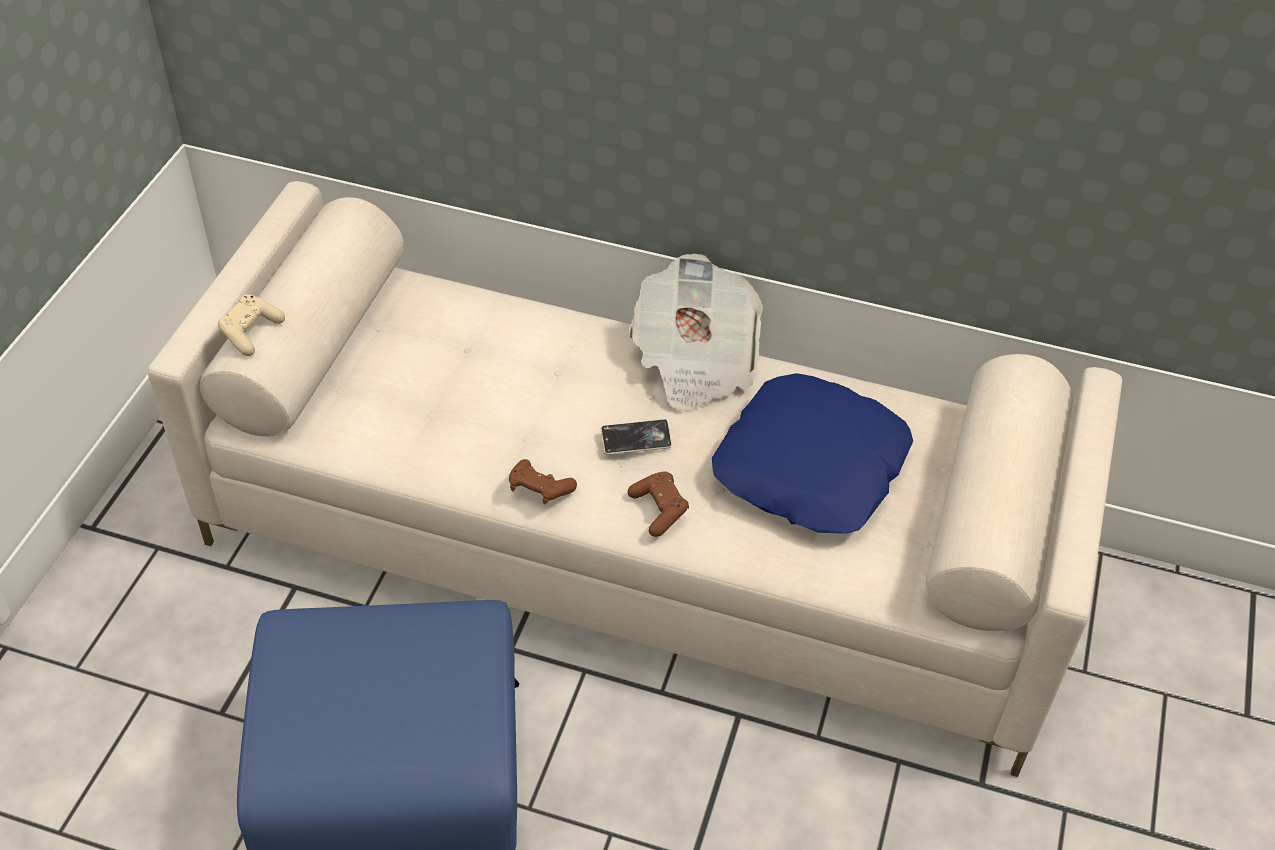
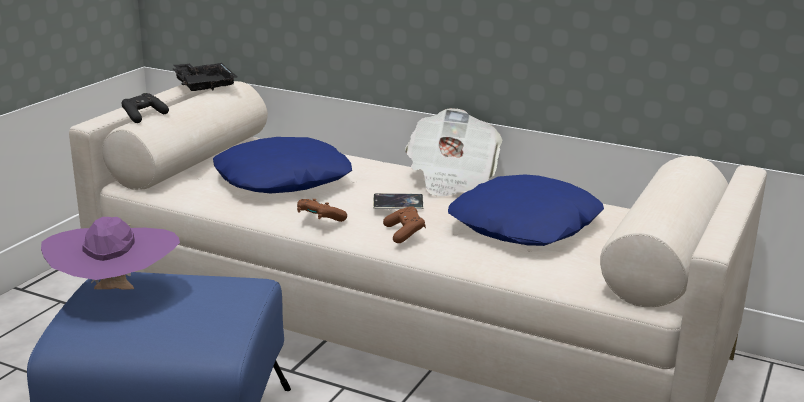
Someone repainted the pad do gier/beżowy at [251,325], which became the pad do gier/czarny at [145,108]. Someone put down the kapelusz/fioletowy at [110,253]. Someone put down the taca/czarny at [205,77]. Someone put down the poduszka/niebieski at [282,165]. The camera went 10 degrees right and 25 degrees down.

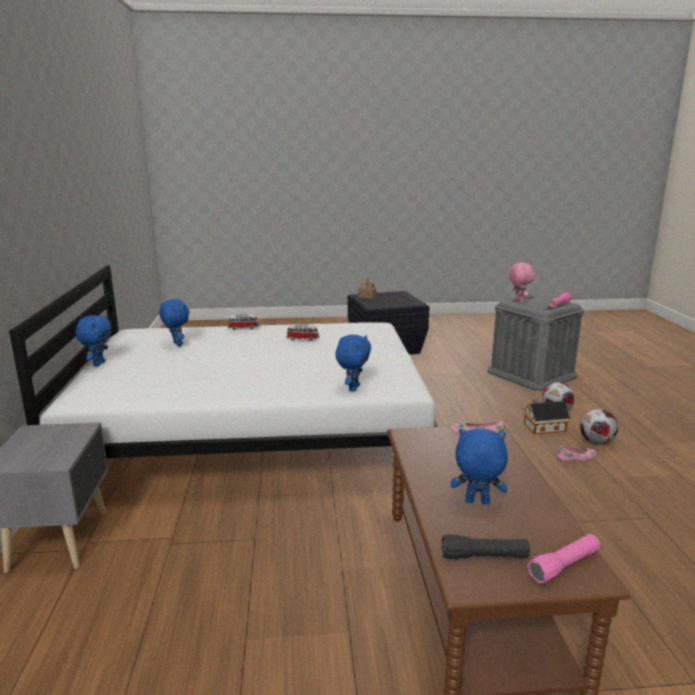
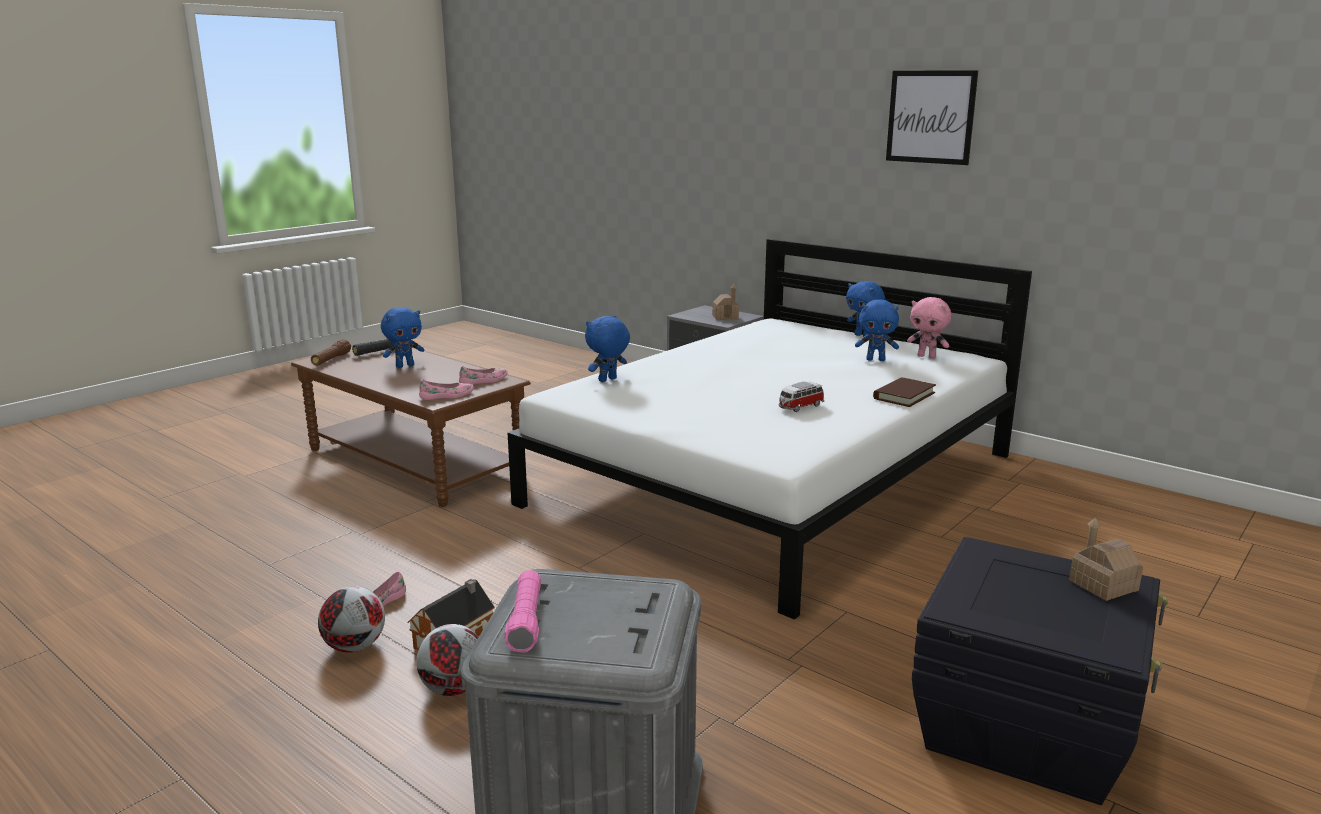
Someone swapped the samochodzik at [243,322] for the książka/brązowy at [904,392]. Someone rotated the pluszak/niebieski at [353,363] by 75 degrees clockwise. Someone carried the pluszak/różowy from [522,282] to [929,328]. Someone repainted the latarka/różowy at [563,558], which became the latarka/brązowy at [331,352]. Someone put down the but/różowy at [483,375]. Someone put down the domek at [725,302]. Someone put up the obraz at [932,117]. The camera went 135 degrees right and 0 degrees up.

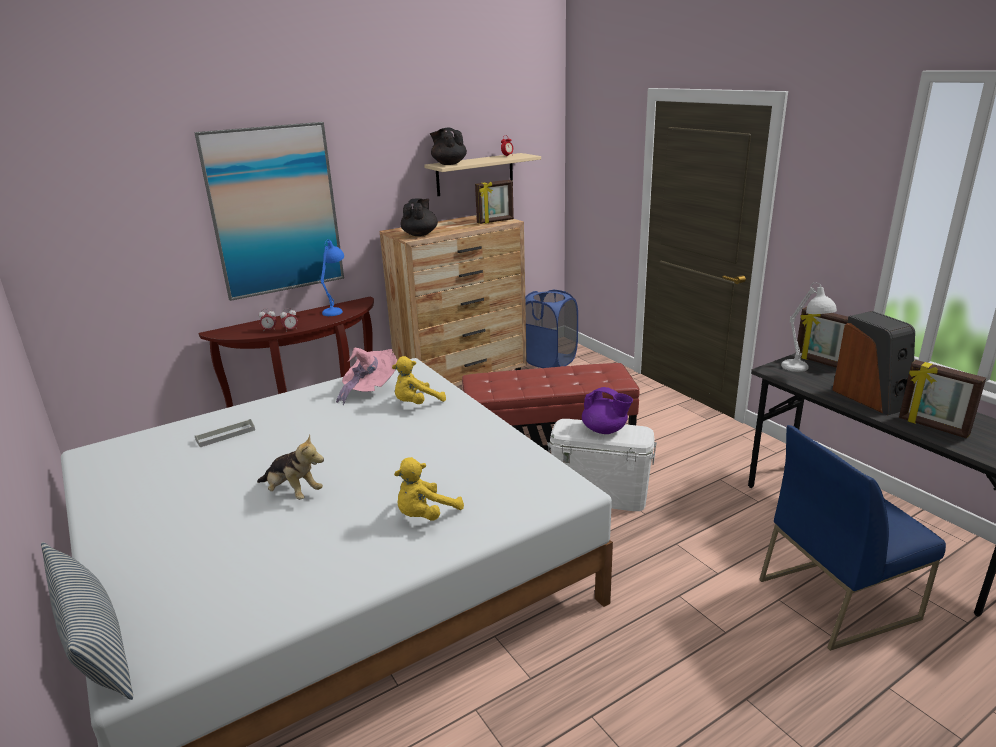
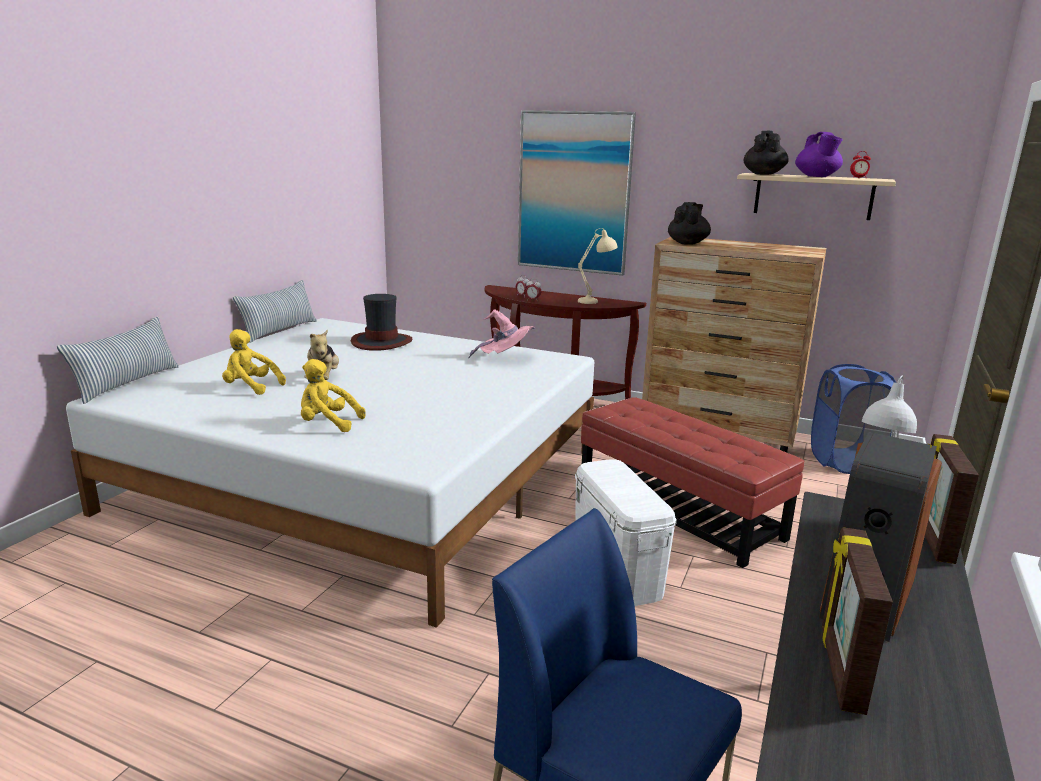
Someone swapped the taca/szary at [225,433] for the kapelusz at [381,322]. Someone repainted the lampa stołowa/niebieski at [332,277], which became the lampa stołowa/beżowy at [598,266]. Someone carried the pluszak/żółty from [419,380] to [254,362]. Someone rotated the imbryk/czarny at [419,217] by 45 degrees counterclockwise. Someone took away the ramka na zdjęcie at [494,202]. Someone carried the imbryk/fioletowy from [607,410] to [819,154]. Someone put down the poduszka at [275,311]. The camera went 55 degrees right and 5 degrees down.

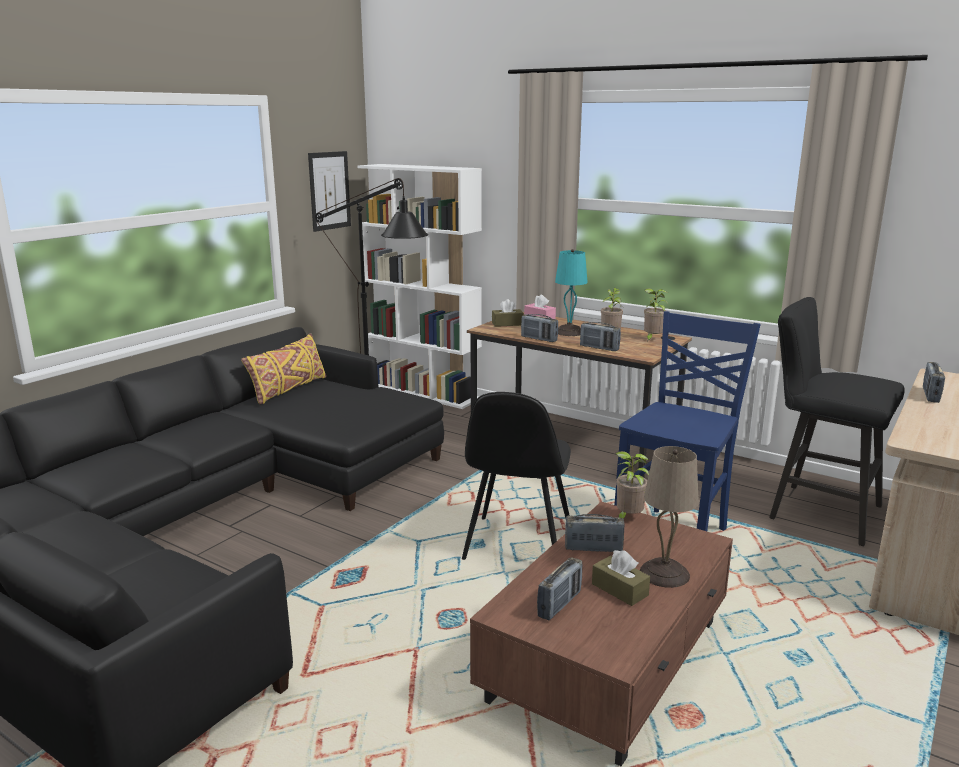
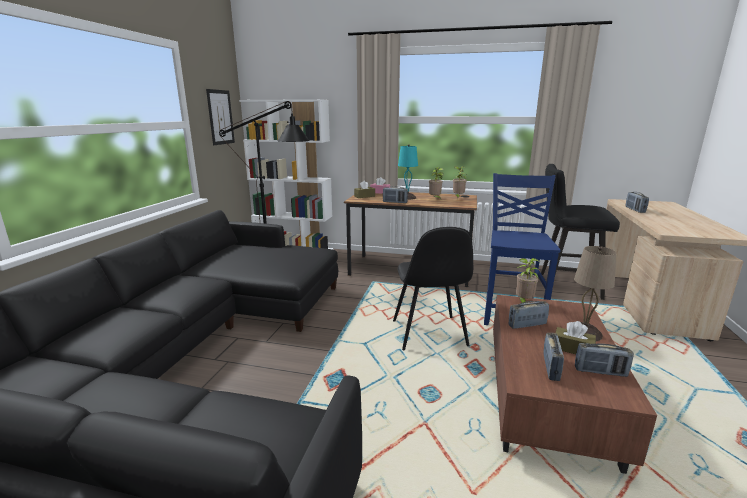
Someone took away the poduszka/żółty at [283,368]. Someone carried the radio from [600,336] to [604,360]. The camera went 20 degrees left and 0 degrees up.

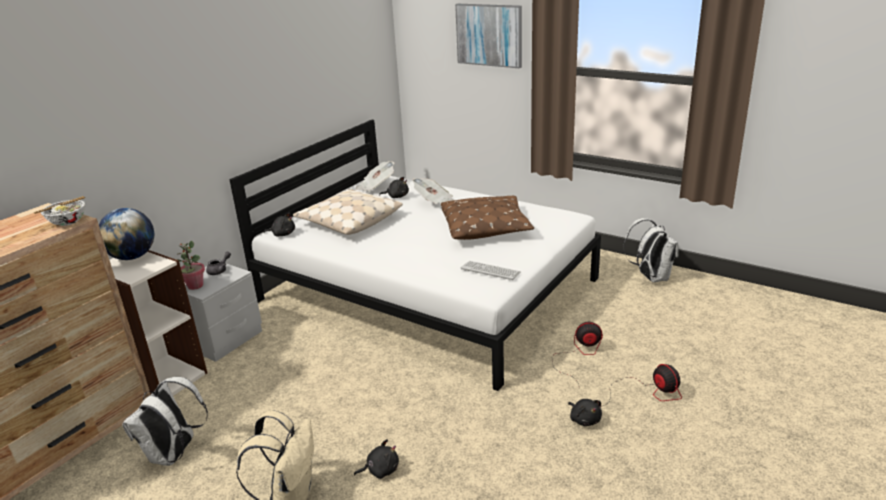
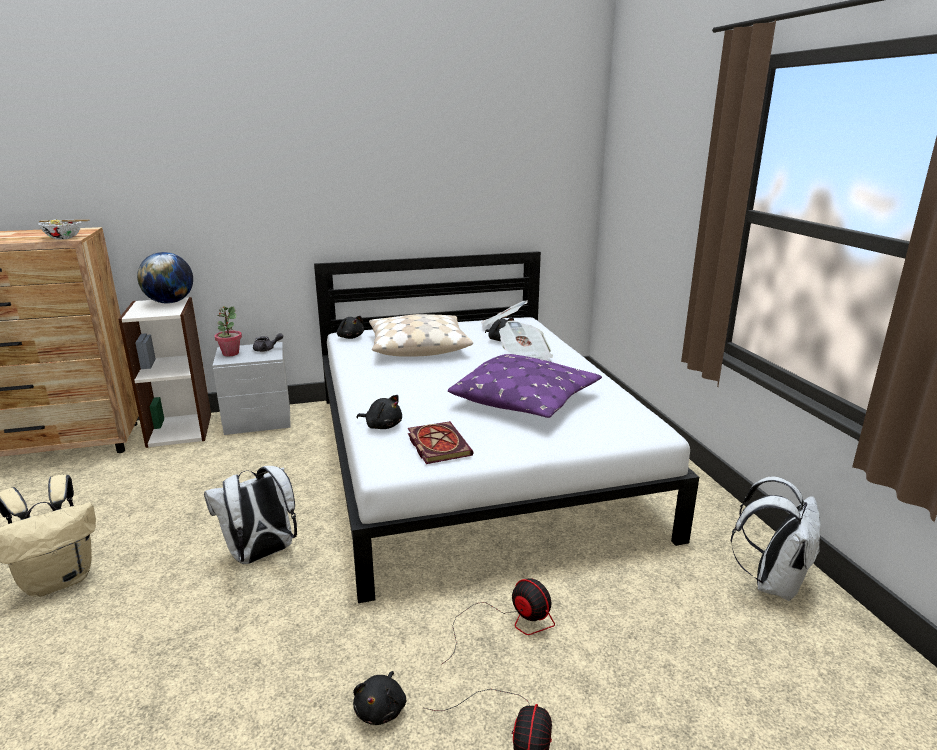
Someone carried the plecak/biały from [165,421] to [250,515]. Someone carried the pluszak/czarny from [376,459] to [379,412]. Someone repainted the poduszka/brązowy at [487,218], which became the poduszka/fioletowy at [525,386]. Someone took away the obraz at [488,36]. Someone swapped the klawiatura at [491,270] for the książka at [441,442]. The camera went 40 degrees right and 5 degrees down.

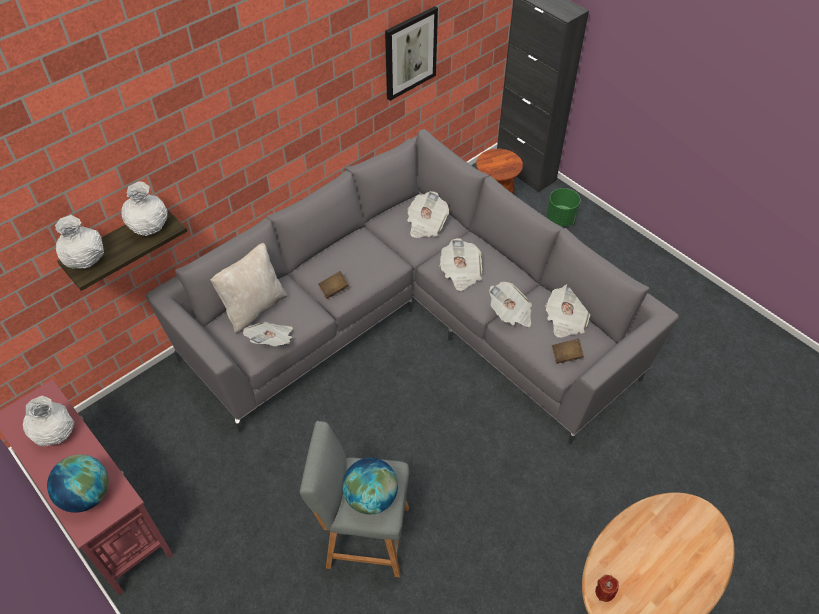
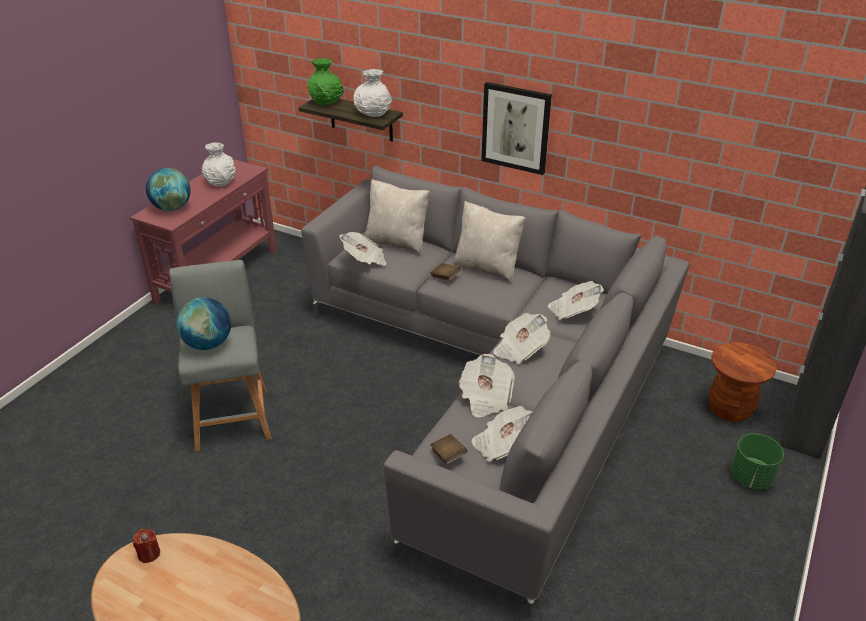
Someone repainted the wazon/biały at [79,242], which became the wazon/zielony at [326,82]. Someone carried the obraz from [411,53] to [516,128]. Someone put down the poduszka/beżowy at [489,242]. The camera went 70 degrees right and 15 degrees down.

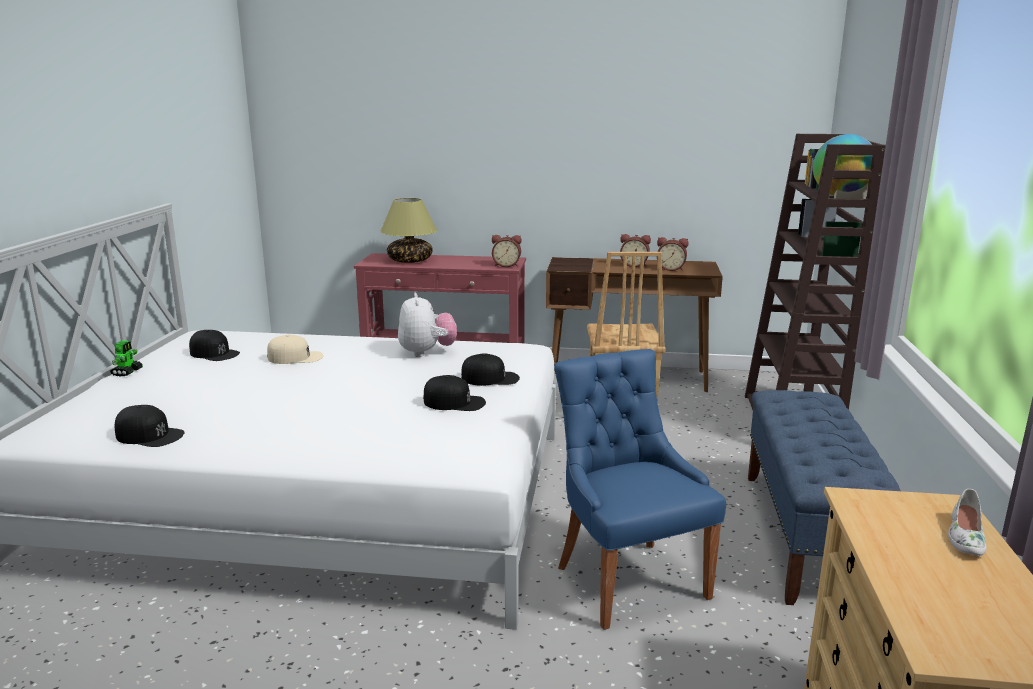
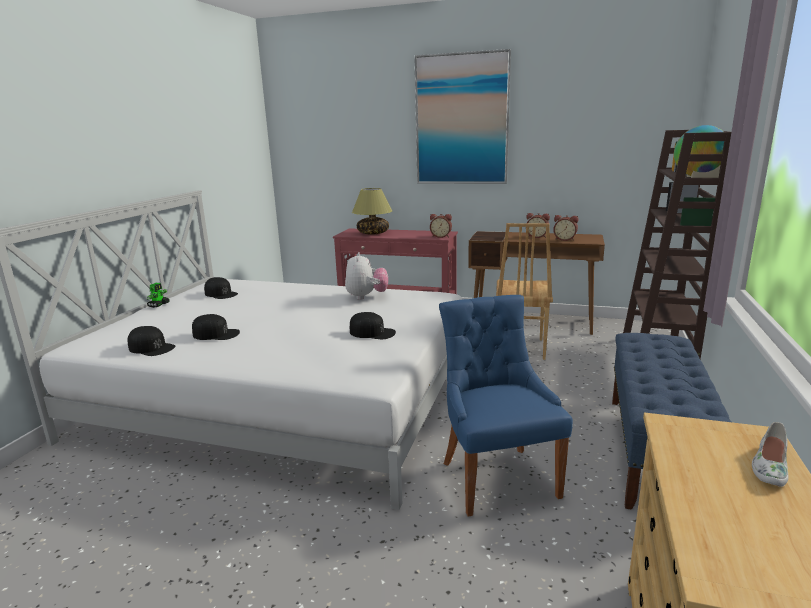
Someone took away the czapka z daszkiem/beżowy at [295,349]. Someone carried the czapka z daszkiem/czarny from [490,370] to [216,327]. Someone put up the obraz at [462,116]. The camera went 10 degrees right and 0 degrees up.

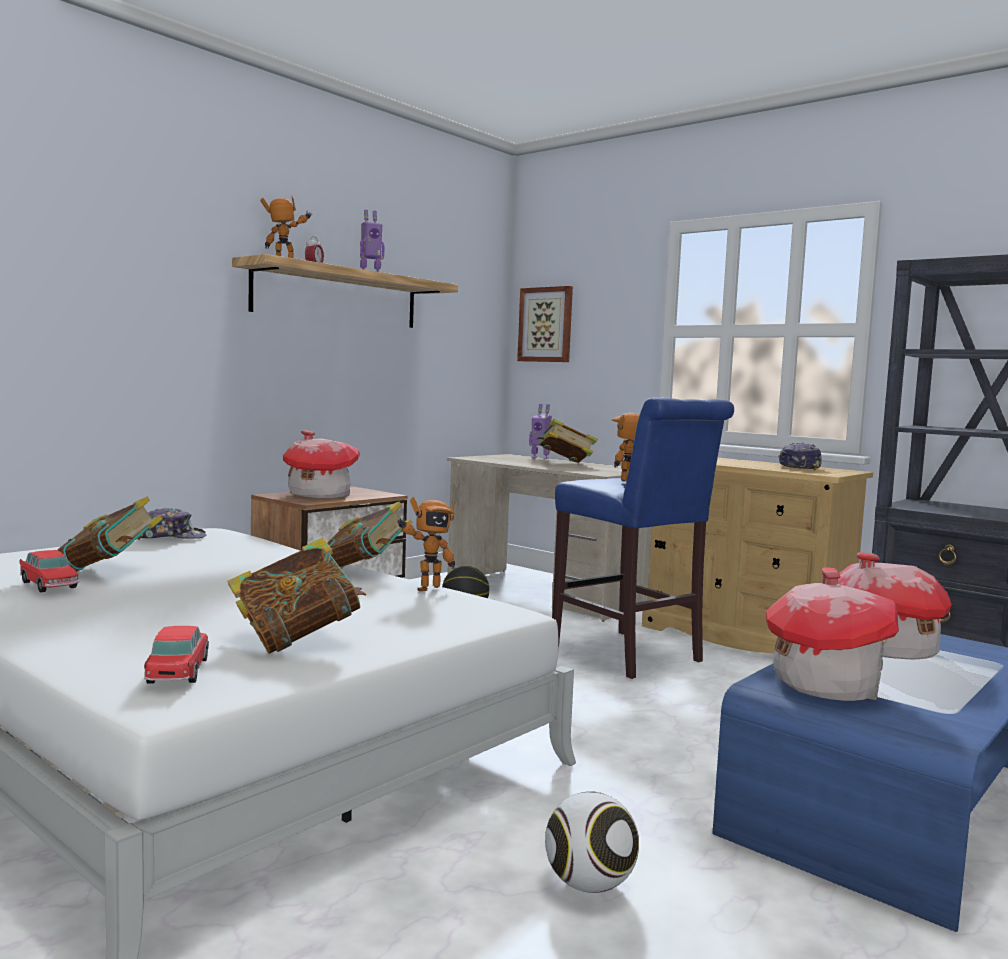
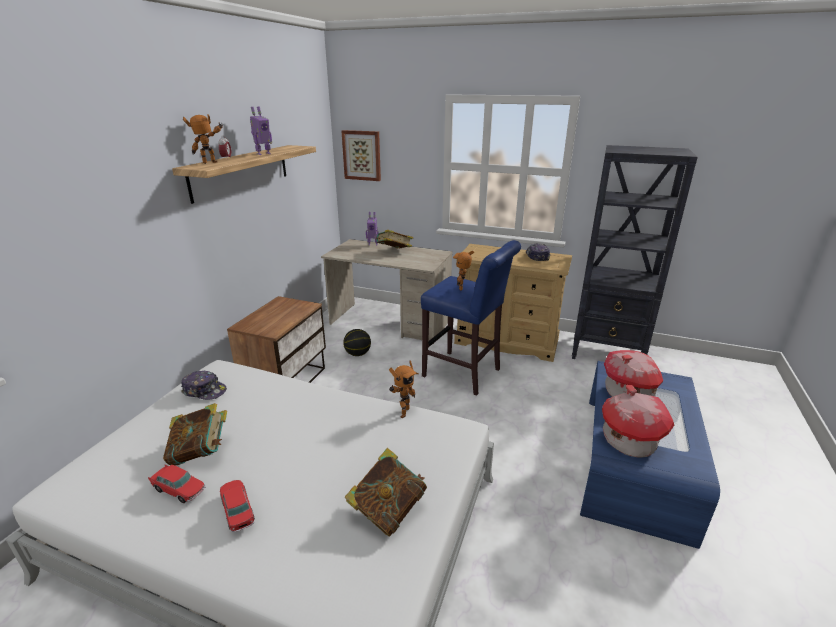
Someone rotated the czapka z daszkiem at [171,524] by 45 degrees clockwise. Someone carried the samochodzik from [176,655] to [237,506]. Someone took away the domek at [321,464]. Someone took away the książka at [369,535]. Someone took away the piłka futbolowa at [592,842]. The camera went 20 degrees left and 20 degrees up.

